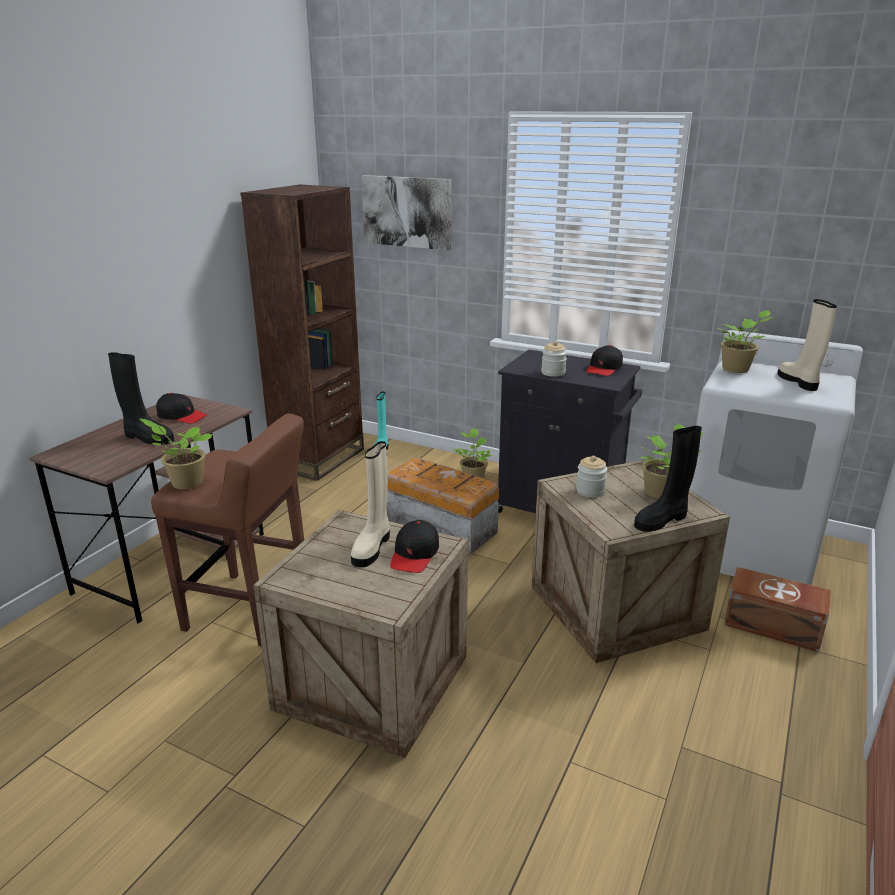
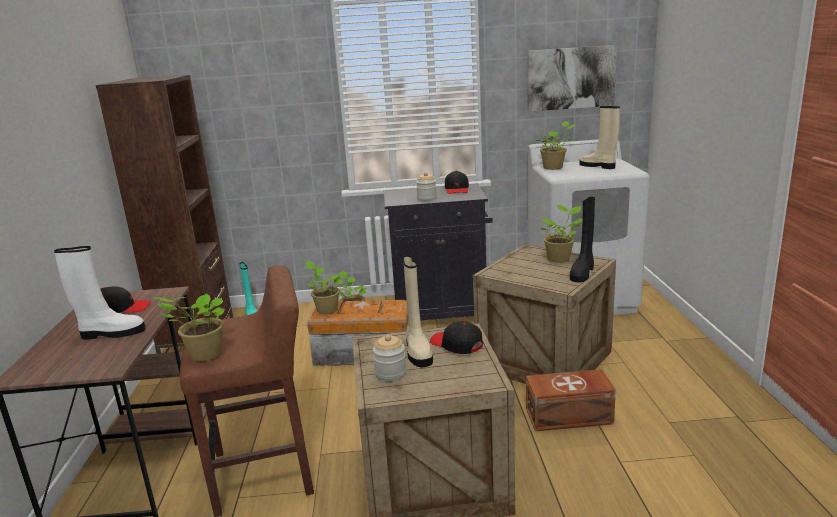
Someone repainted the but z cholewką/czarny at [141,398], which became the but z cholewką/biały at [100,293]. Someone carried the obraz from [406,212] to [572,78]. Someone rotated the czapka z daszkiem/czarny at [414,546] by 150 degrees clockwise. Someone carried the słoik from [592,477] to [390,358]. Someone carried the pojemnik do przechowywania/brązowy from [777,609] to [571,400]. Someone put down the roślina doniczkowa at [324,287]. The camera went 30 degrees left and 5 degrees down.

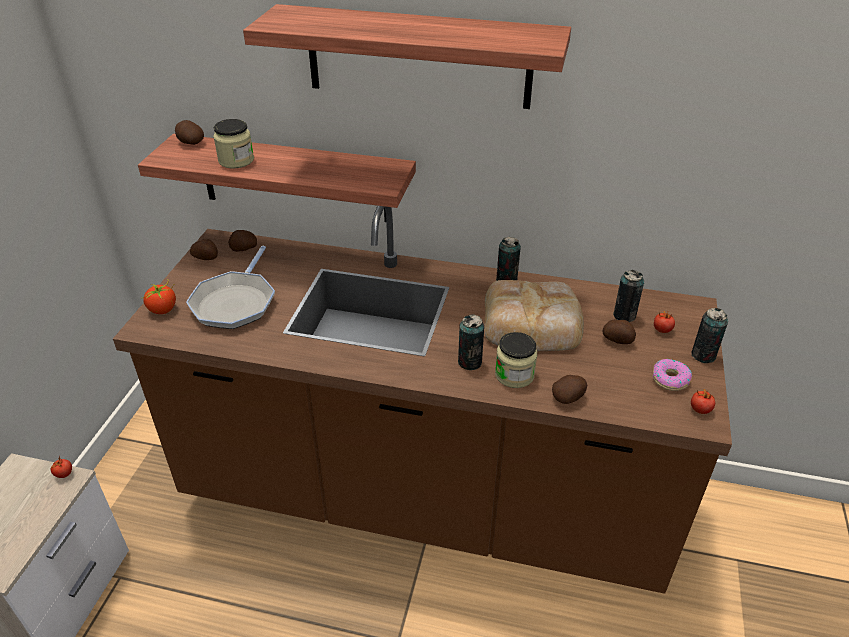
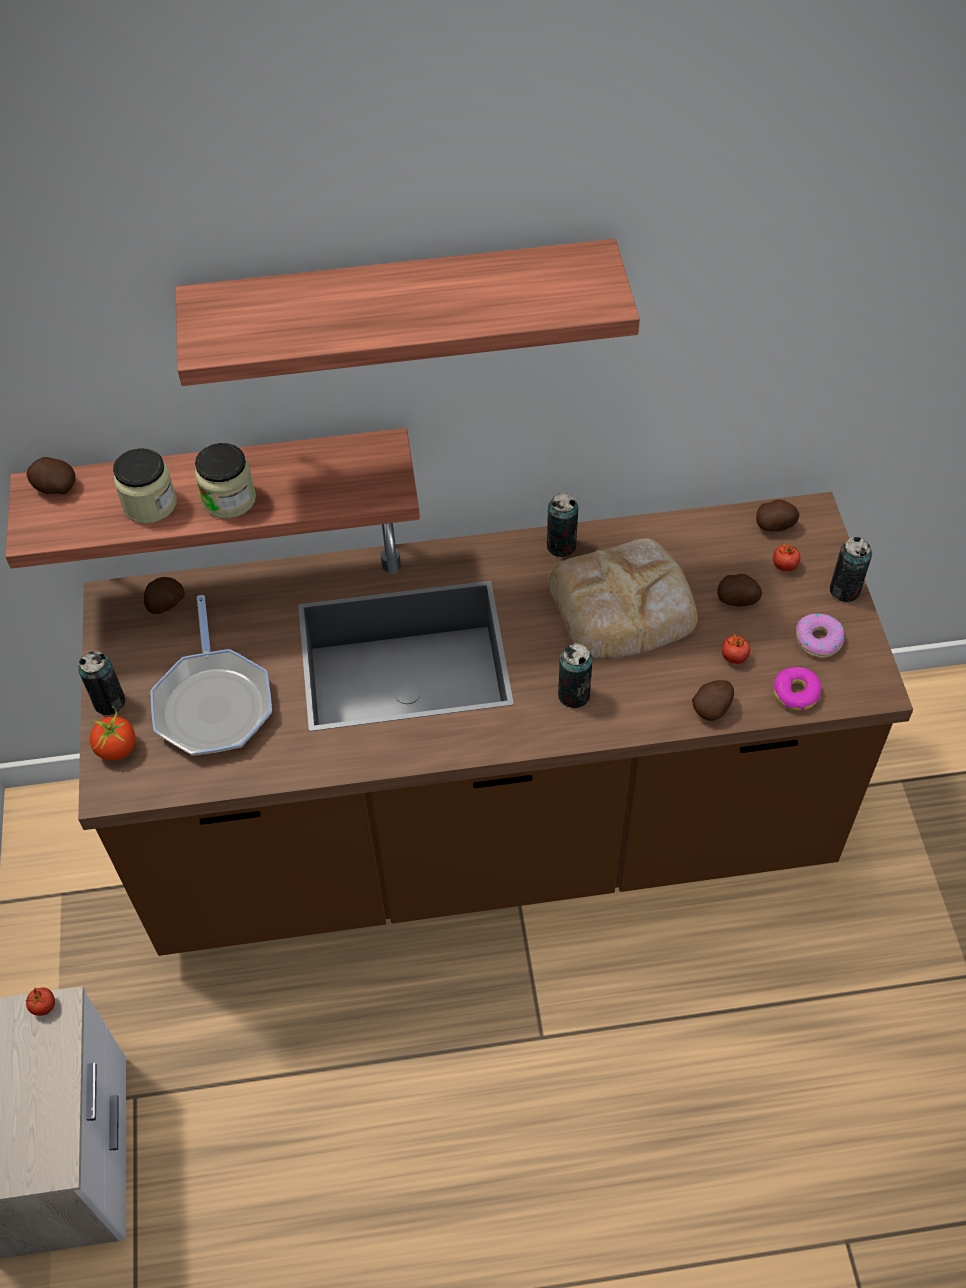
Someone carried the ziemniak from [204,249] to [778,515]. Someone carried the słoik from [516,360] to [225,481]. Someone carried the puszka from [628,296] to [101,683]. Someone carried the pomidor from [703,401] to [736,648]. Someone put down the donut at [797,689]. The camera went 20 degrees left and 15 degrees up.

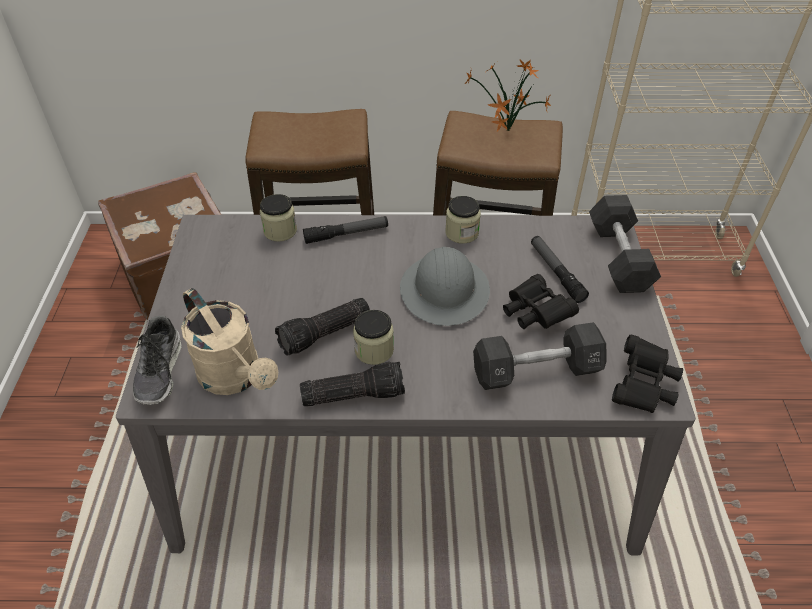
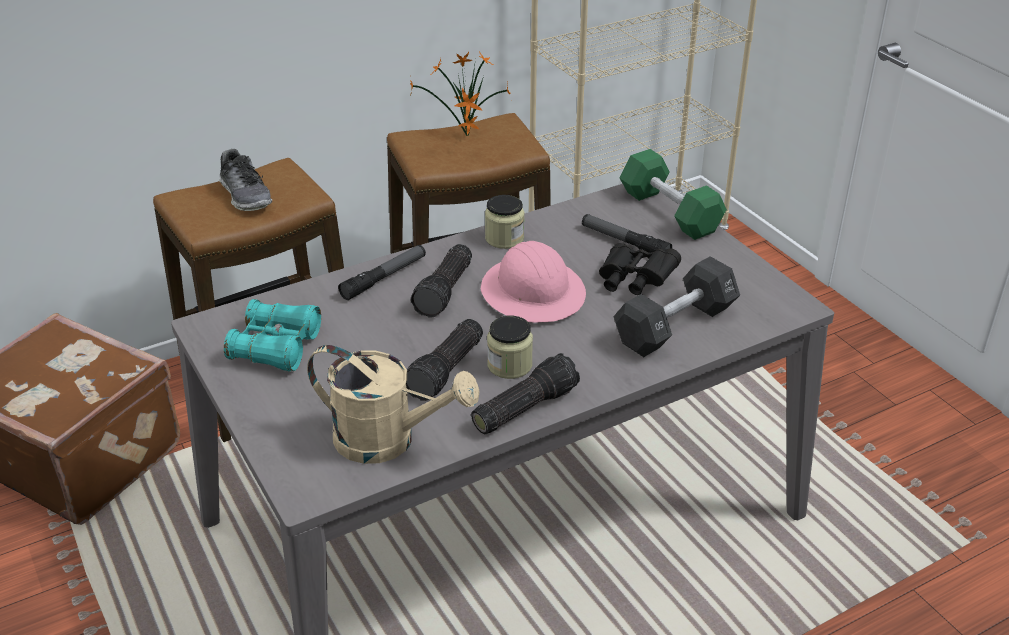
Someone carried the but from [157,360] to [245,180]. Someone took away the słoik at [278,218]. Someone repainted the kask/szary at [445,286], which became the kask/różowy at [533,282]. Someone repainted the hantel/czarny at [625,244], which became the hantel/zielony at [673,194]. Someone took away the lornetka/czarny at [647,374]. Someone put down the lornetka/turkusowy at [272,335]. Someone put down the latarka at [441,281]. The camera went 30 degrees left and 10 degrees down.

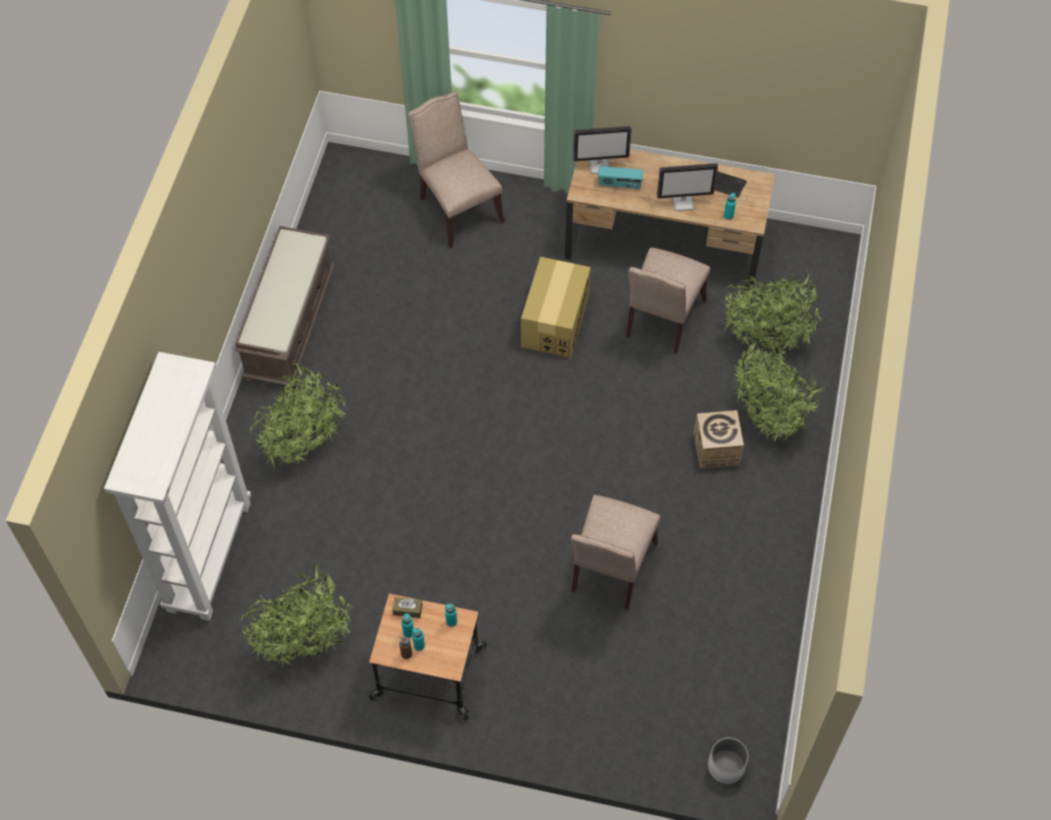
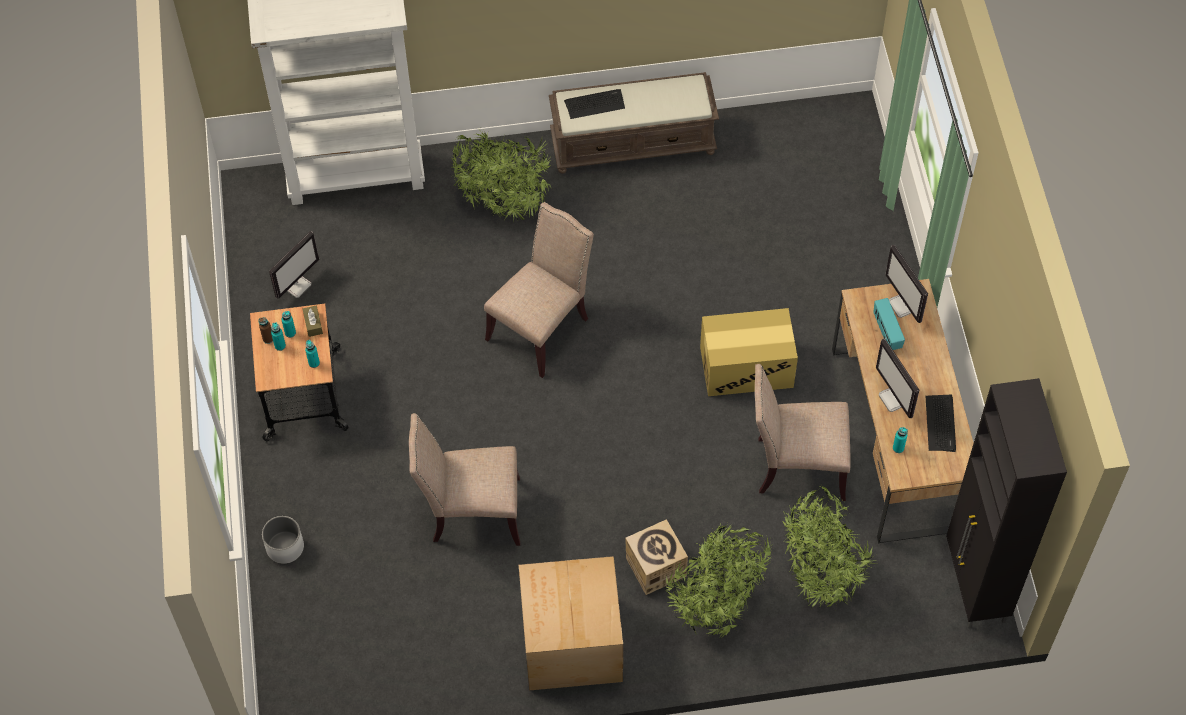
Someone swapped the roślina doniczkowa at [294,615] for the monitor at [294,265]. Someone carried the krzesło/beżowy from [456,169] to [539,290]. Someone carried the donica/biały from [728,761] to [283,540]. Someone put down the karton at [571,623]. Someone put down the klawiatura at [594,104]. Someone put down the szafka/czarny at [1006,503]. The camera went 70 degrees right and 0 degrees up.

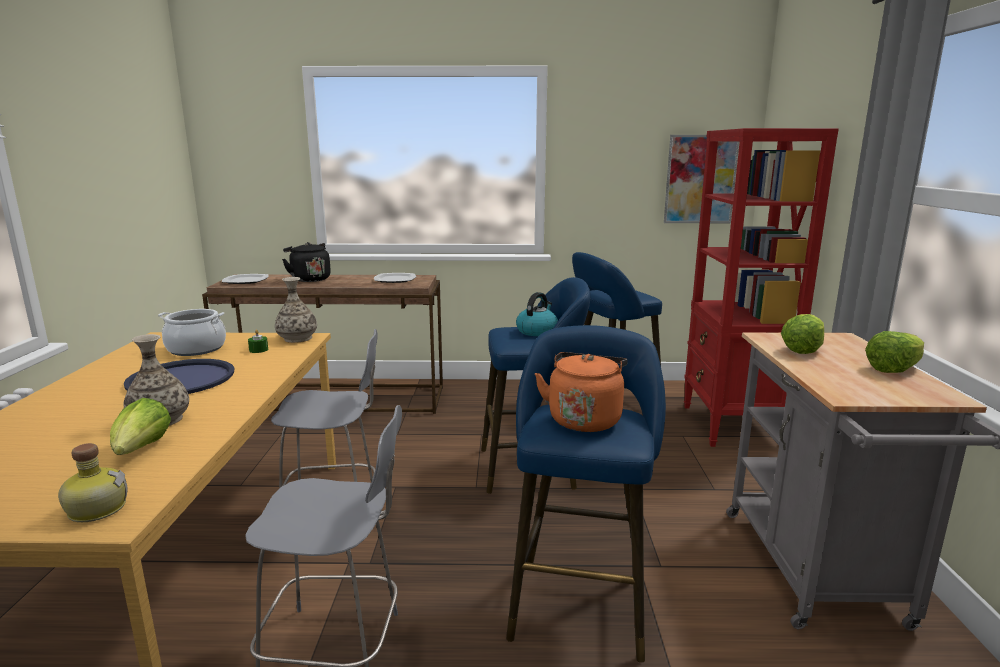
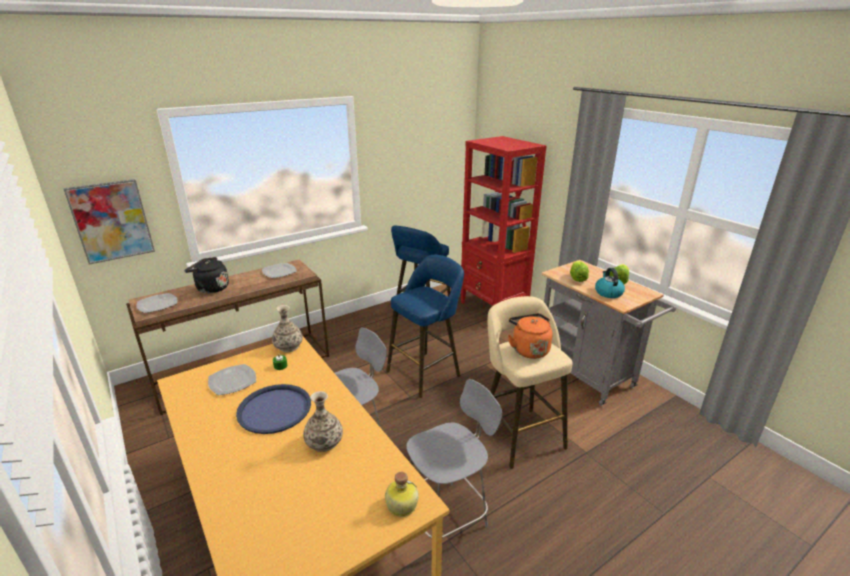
Someone took away the sałata at [140,426]. Someone swapped the garnek at [192,332] for the talerz at [232,380]. Someone repainted the stołek/niebieski at [586,494], which became the stołek/beżowy at [526,382]. Someone carried the czajnik from [537,314] to [610,283]. Someone carried the obraz from [701,179] to [109,222]. The camera went 35 degrees left and 10 degrees up.

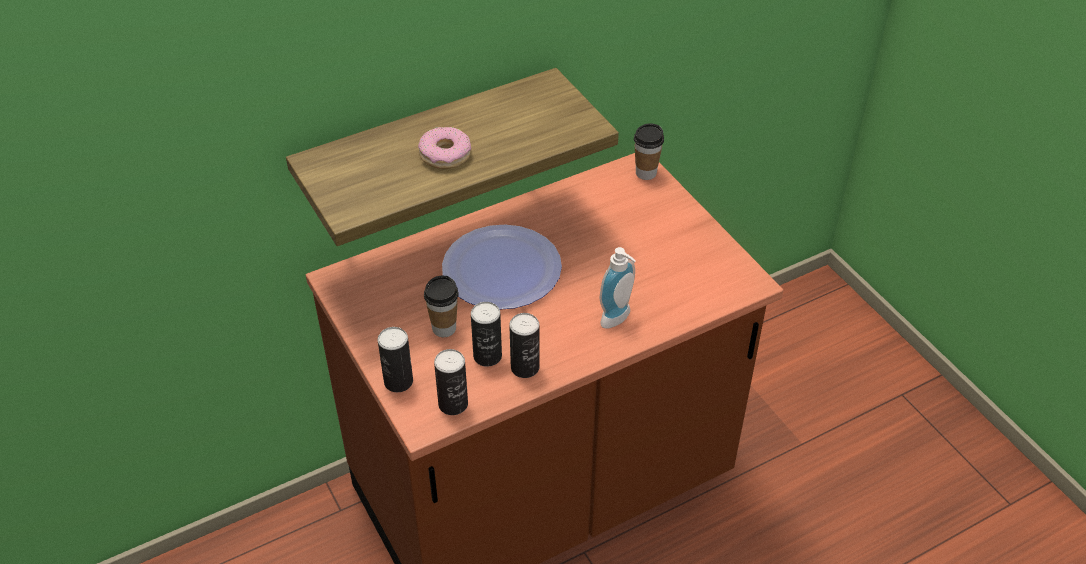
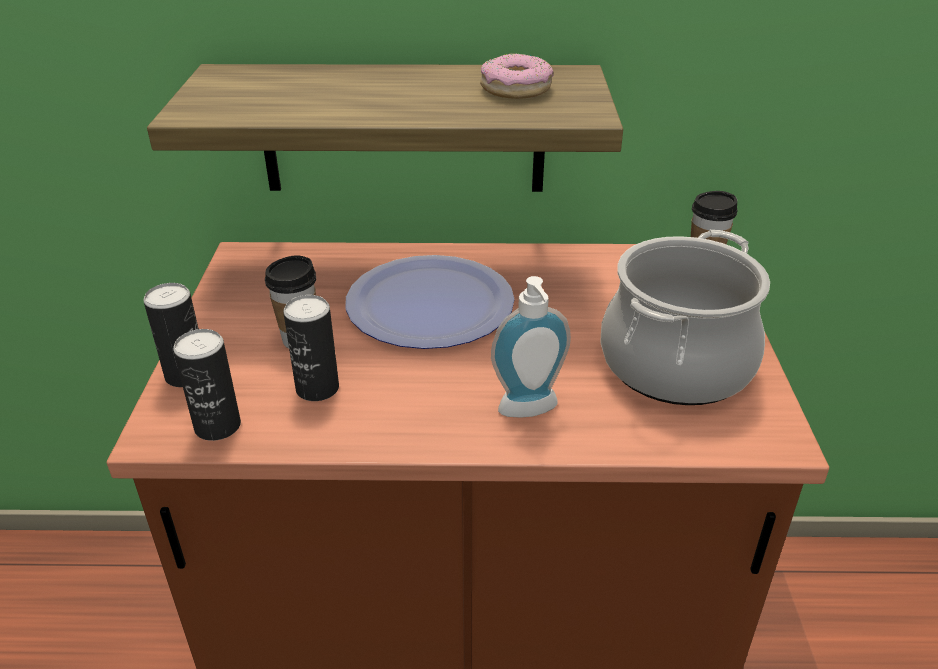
Someone carried the donut from [444,148] to [517,76]. Someone took away the puszka at [524,345]. Someone put down the garnek at [685,317]. The camera went 30 degrees right and 10 degrees down.

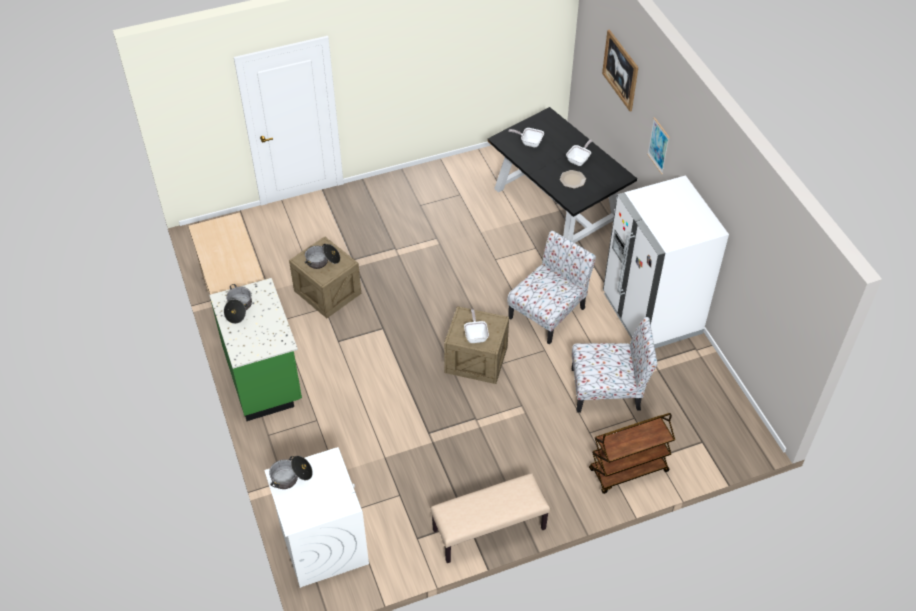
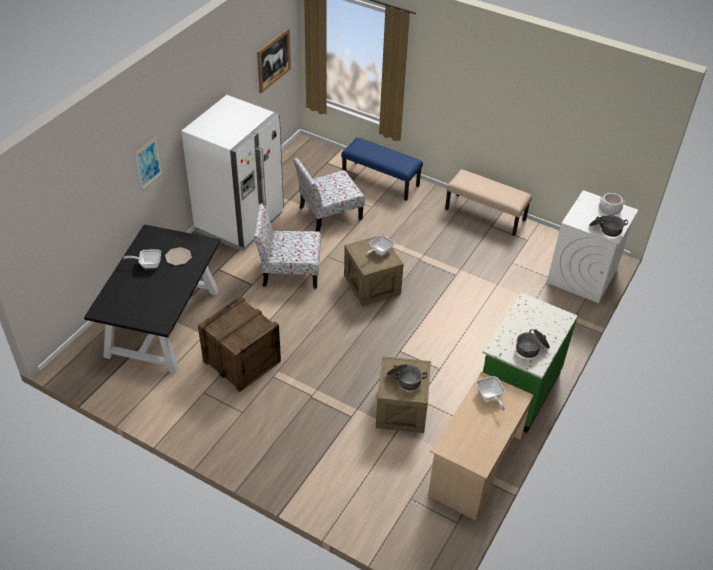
Someone carried the patelnia from [526,137] to [490,393]. Someone rotated the krzesło at [615,365] by 75 degrees counterclockwise. Someone swapped the wózek/brązowy at [632,453] for the ławka/niebieski at [382,169]. Someone carried the obraz from [620,70] to [274,60]. Someone put down the skrzynka at [239,344]. Someone put down the garnek at [612,204]. The camera went 130 degrees left and 5 degrees down.

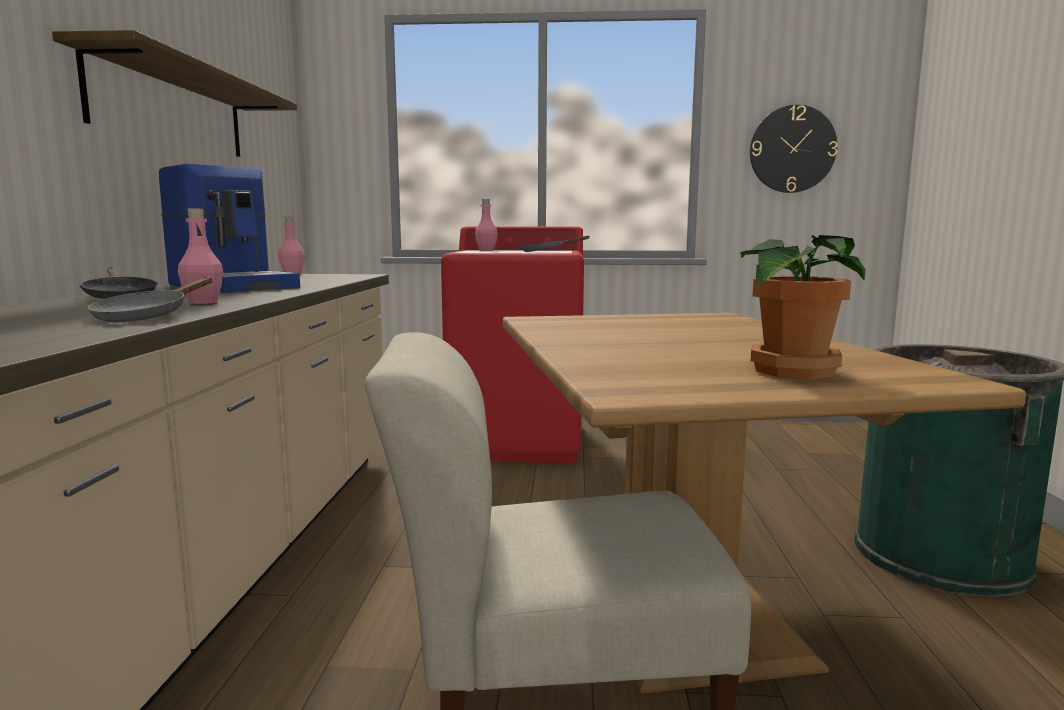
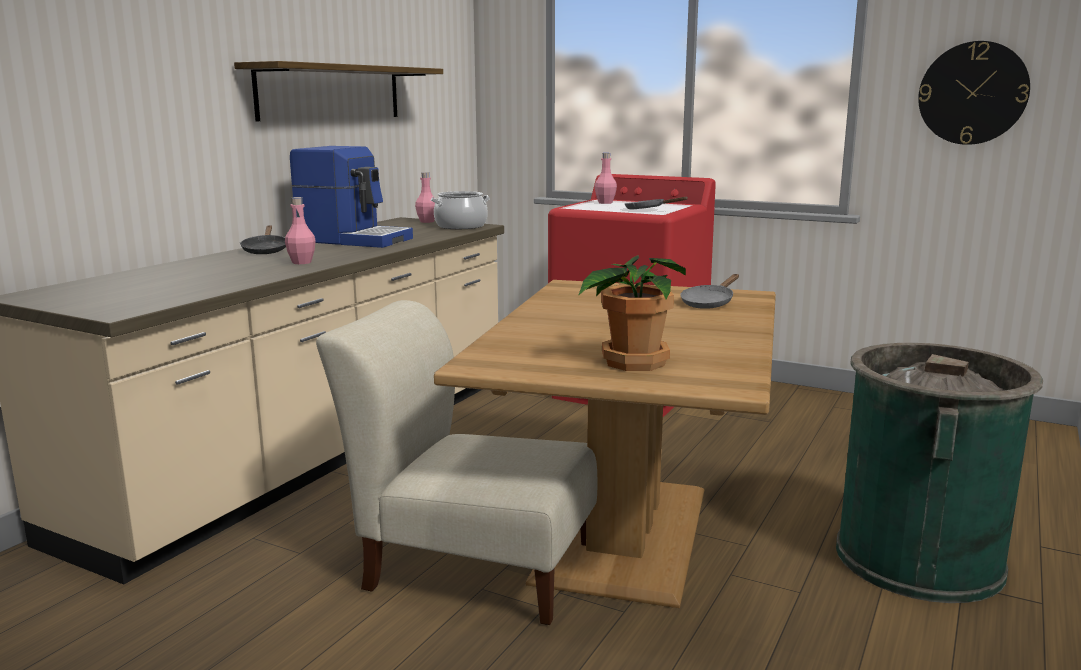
Someone carried the patelnia/szary from [149,299] to [709,291]. Someone rotated the ekspres do kawy at [229,228] by 45 degrees counterclockwise. Someone put down the garnek at [460,210]. The camera went 25 degrees right and 5 degrees up.

